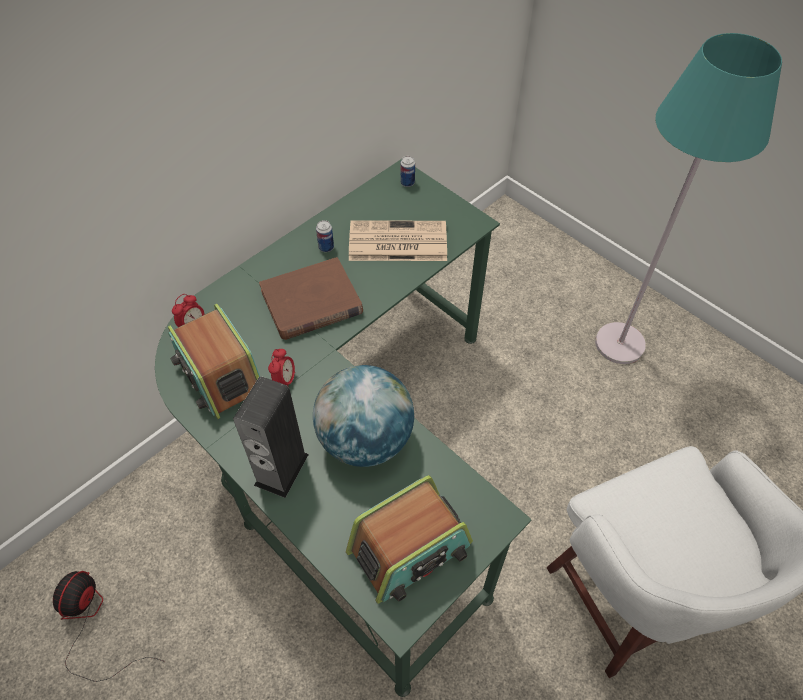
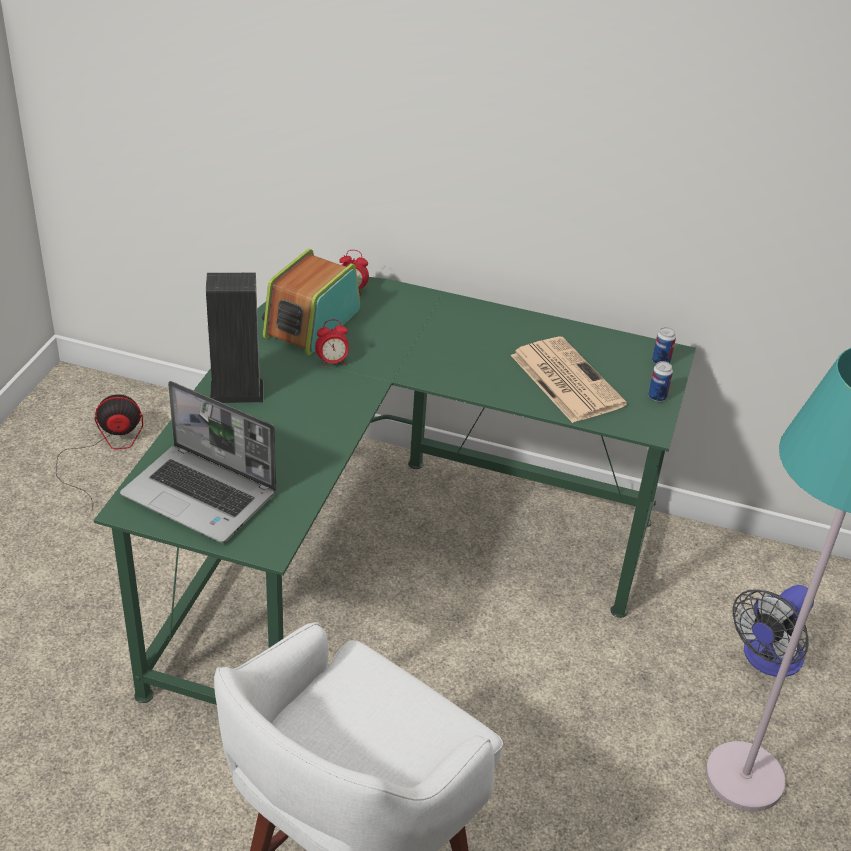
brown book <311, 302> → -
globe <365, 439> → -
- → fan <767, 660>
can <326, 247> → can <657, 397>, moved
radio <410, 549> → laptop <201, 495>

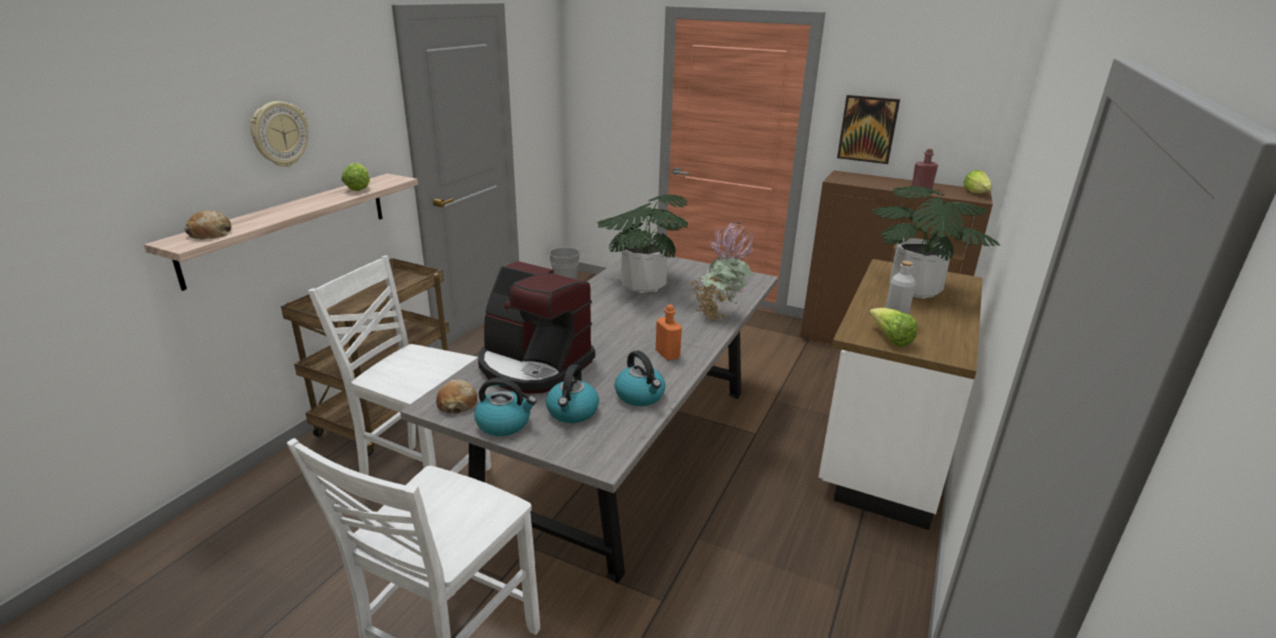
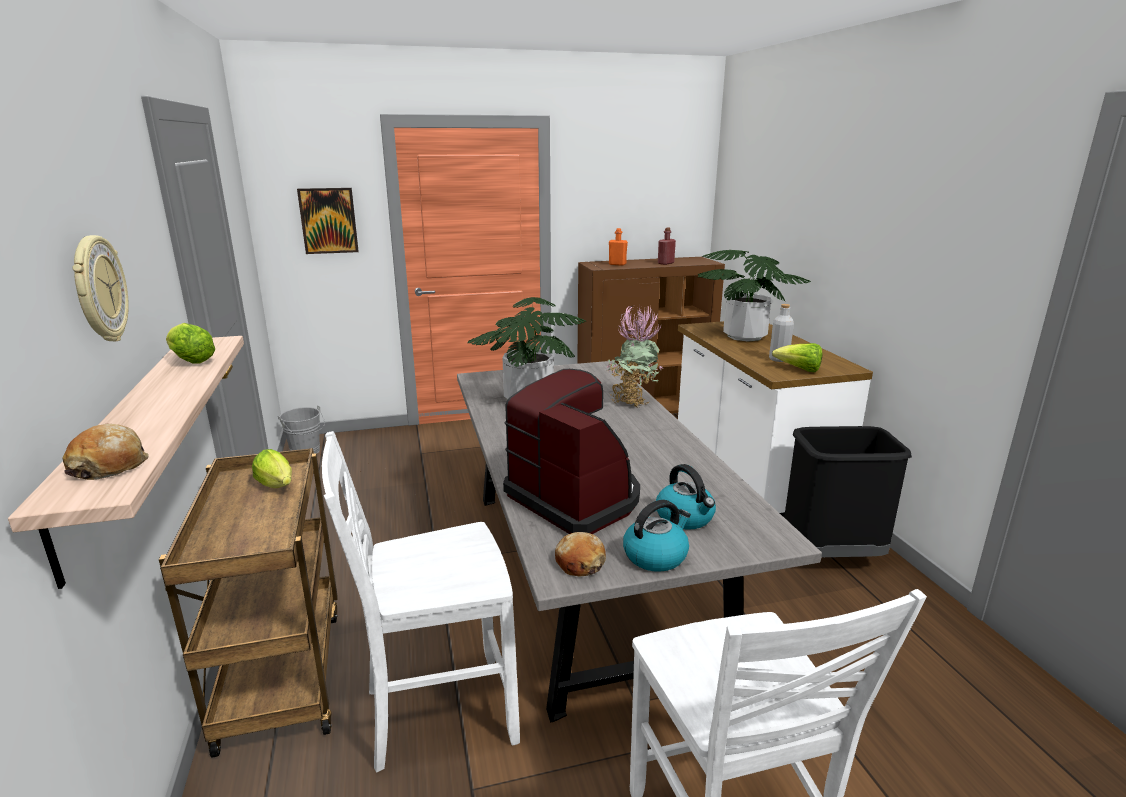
kettle <640, 396> → -
- → black trash can <831, 555>
orange bottle <667, 354> → orange bottle <617, 264>, moved
picture <867, 129> → picture <328, 220>, moved
lettuce <977, 194> → lettuce <277, 486>, moved
coffee machine <533, 365> → coffee machine <575, 498>, 120 degrees counterclockwise

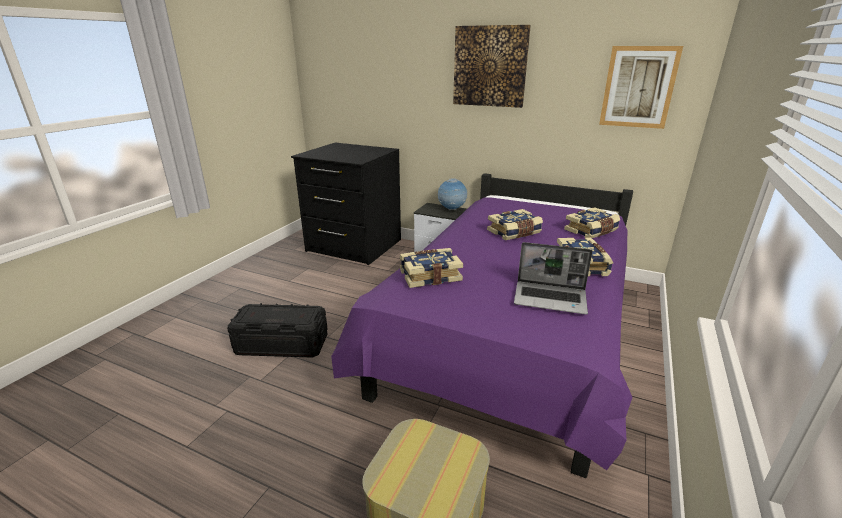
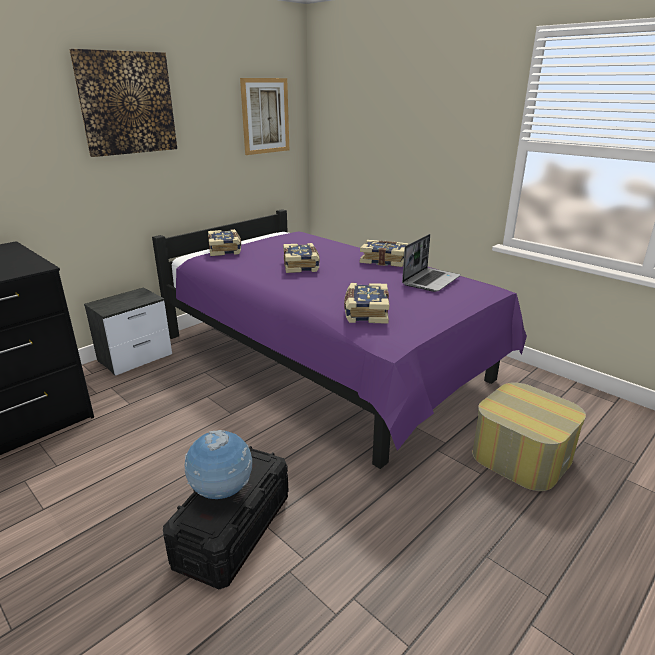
globe <452, 210> → globe <222, 492>, moved
book <591, 231> → book <225, 250>, moved

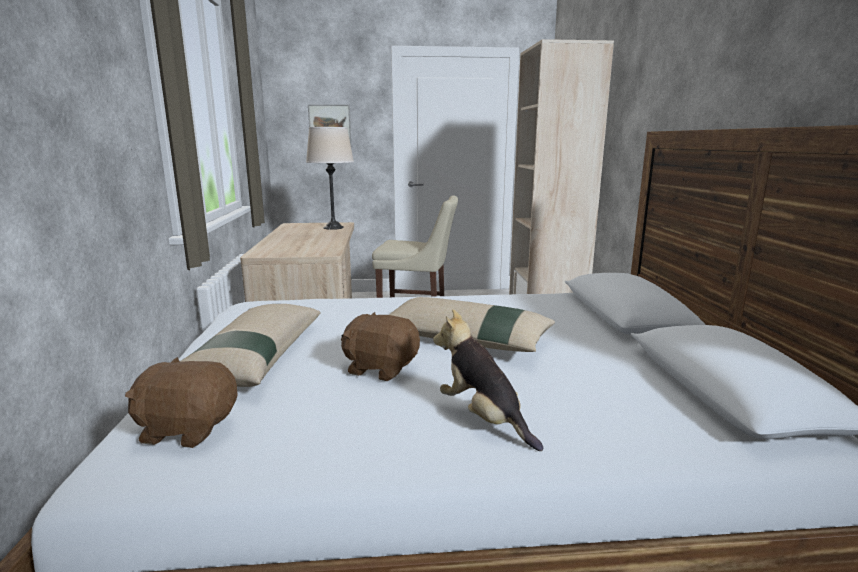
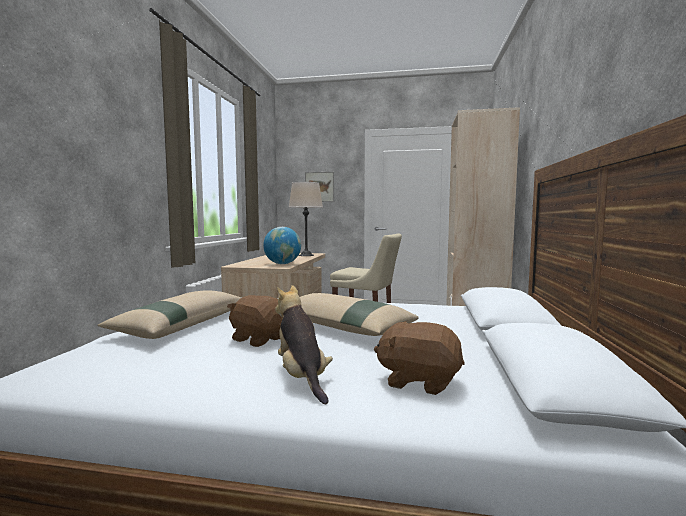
- → globe <282, 264>
brown plush toy <188, 429> → brown plush toy <419, 381>, moved

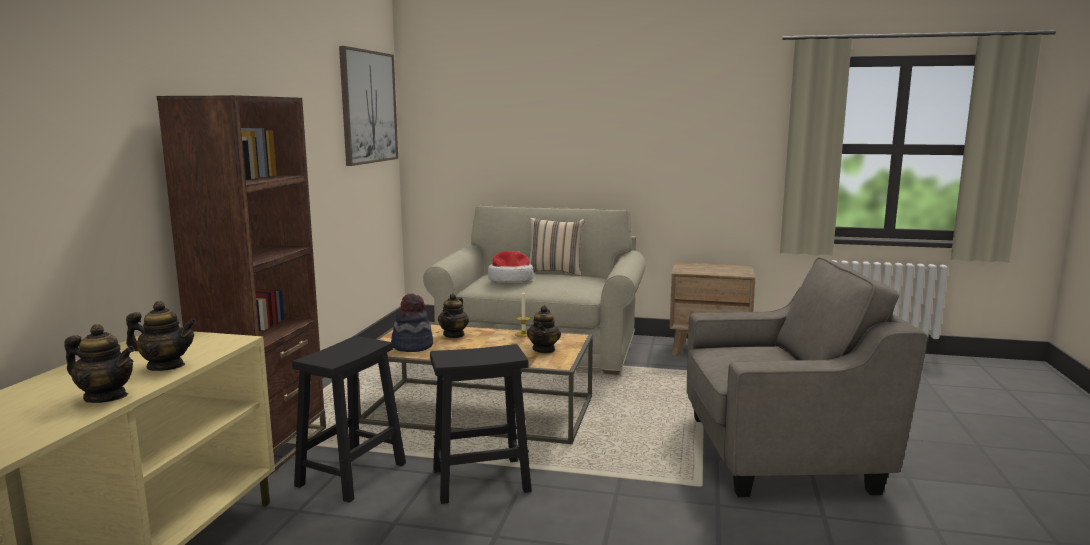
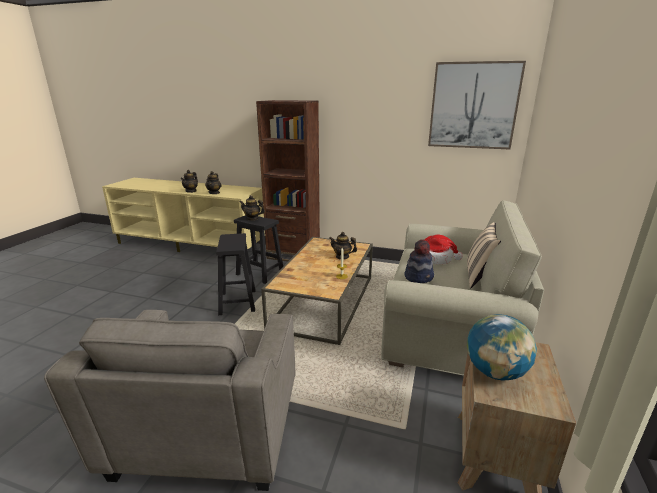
- → globe <495, 372>
hat <412, 346> → hat <419, 277>, moved
teapot <544, 349> → teapot <252, 218>, moved

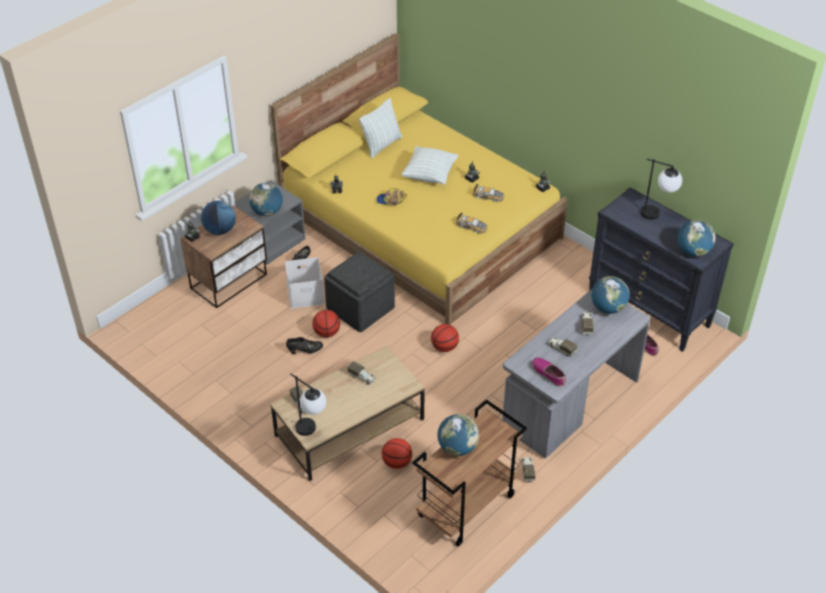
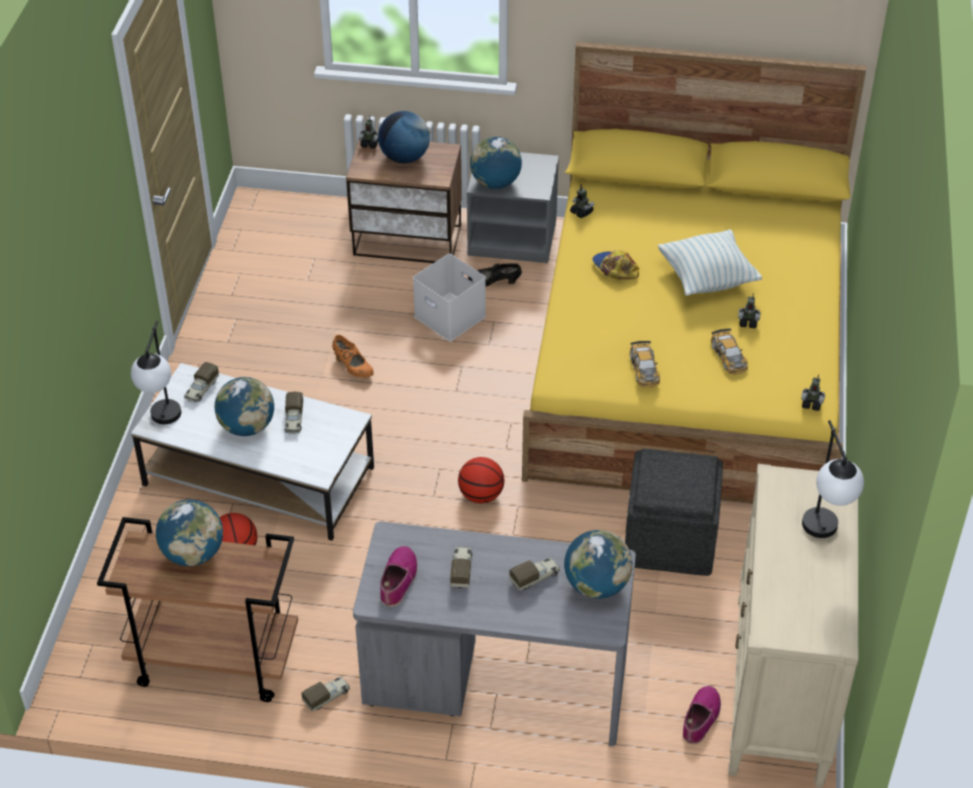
basketball <326, 333> → -
pillow <382, 145> → -
grey ottoman <360, 307> → grey ottoman <671, 539>, moved
globe <693, 251> → globe <247, 427>, moved
brown coffee table <349, 427> → white coffee table <259, 475>
black shoe <305, 351> → orange shoe <353, 367>
black dresser <649, 310> → beige dresser <779, 691>

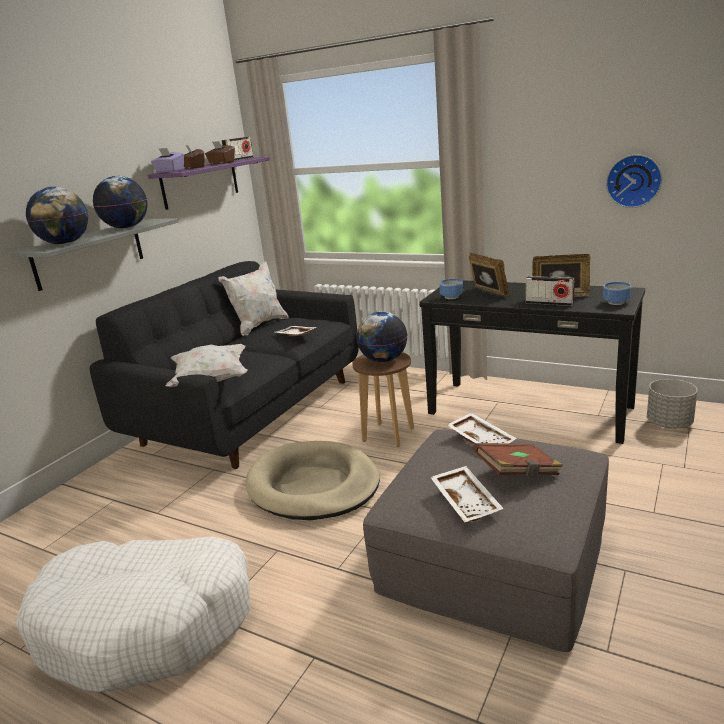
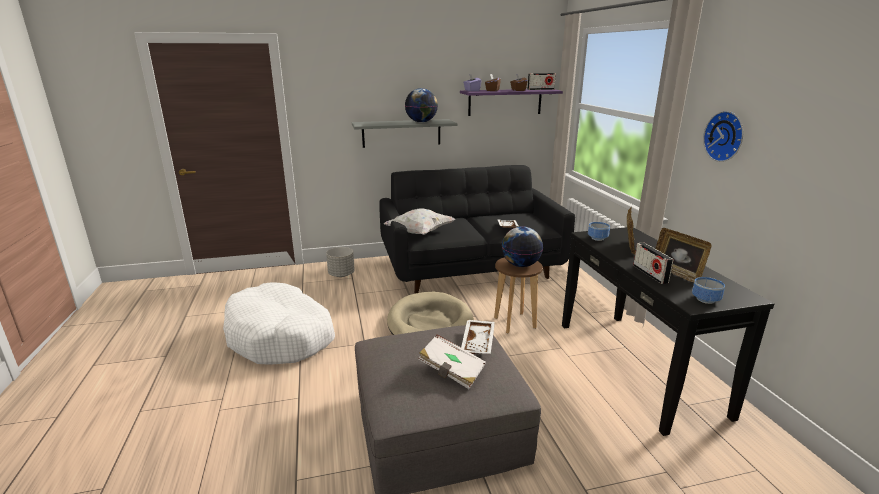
globe <65, 243> → -
white pillow <259, 325> → -
white tray <467, 501> → -
wall clock <634, 181> → wall clock <725, 136>, moved
grey planter <669, 423> → grey planter <341, 274>, moved
brown book <518, 473> → white book <451, 372>

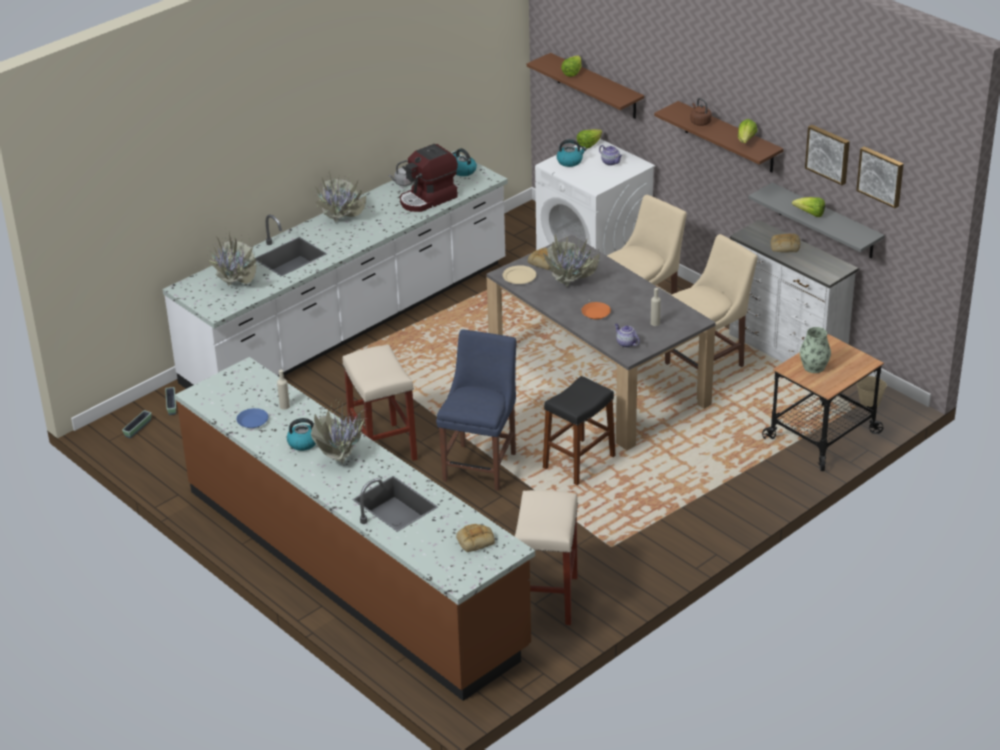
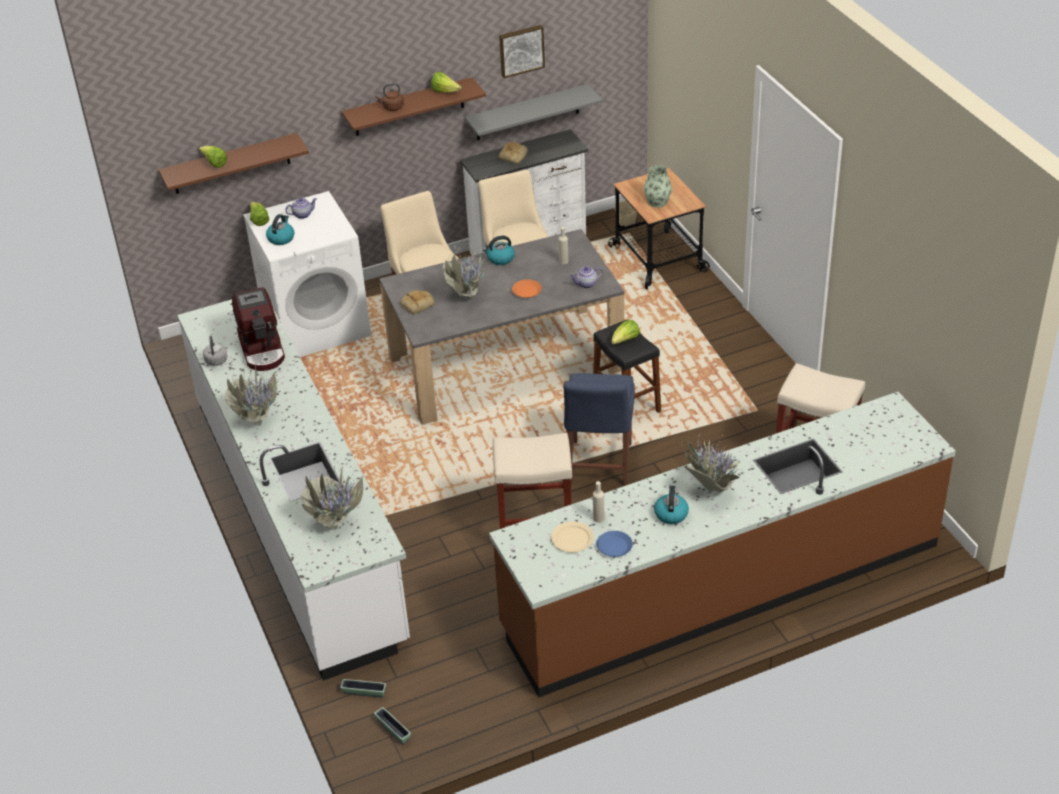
bread <475, 540> → -
picture <881, 176> → -
kettle <463, 171> → kettle <500, 259>, moved
beige plate <519, 276> → beige plate <572, 539>, moved
lettuce <810, 214> → lettuce <625, 341>, moved
blue chair <481, 464> → blue chair <599, 466>, 120 degrees counterclockwise

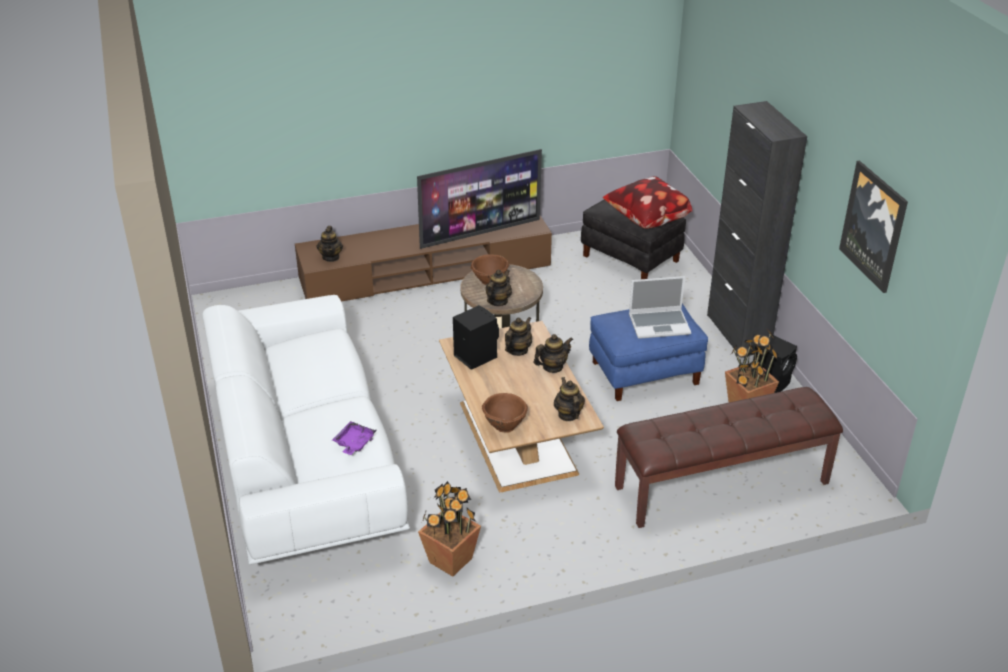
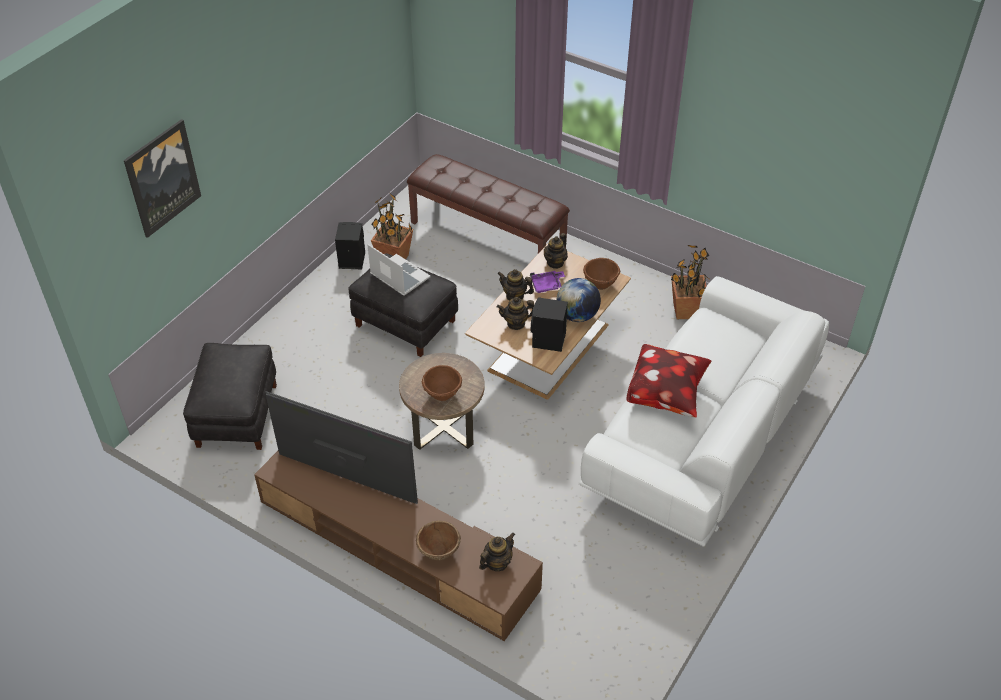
teapot <498, 301> → -
black cabinet <738, 333> → -
- → brown bowl <439, 552>
- → globe <577, 315>
purple tray <354, 443> → purple tray <547, 285>, moved
pillow <646, 221> → pillow <666, 395>, moved
picture <874, 226> → picture <162, 178>, moved
blue ottoman <645, 372> → black ottoman <405, 323>

